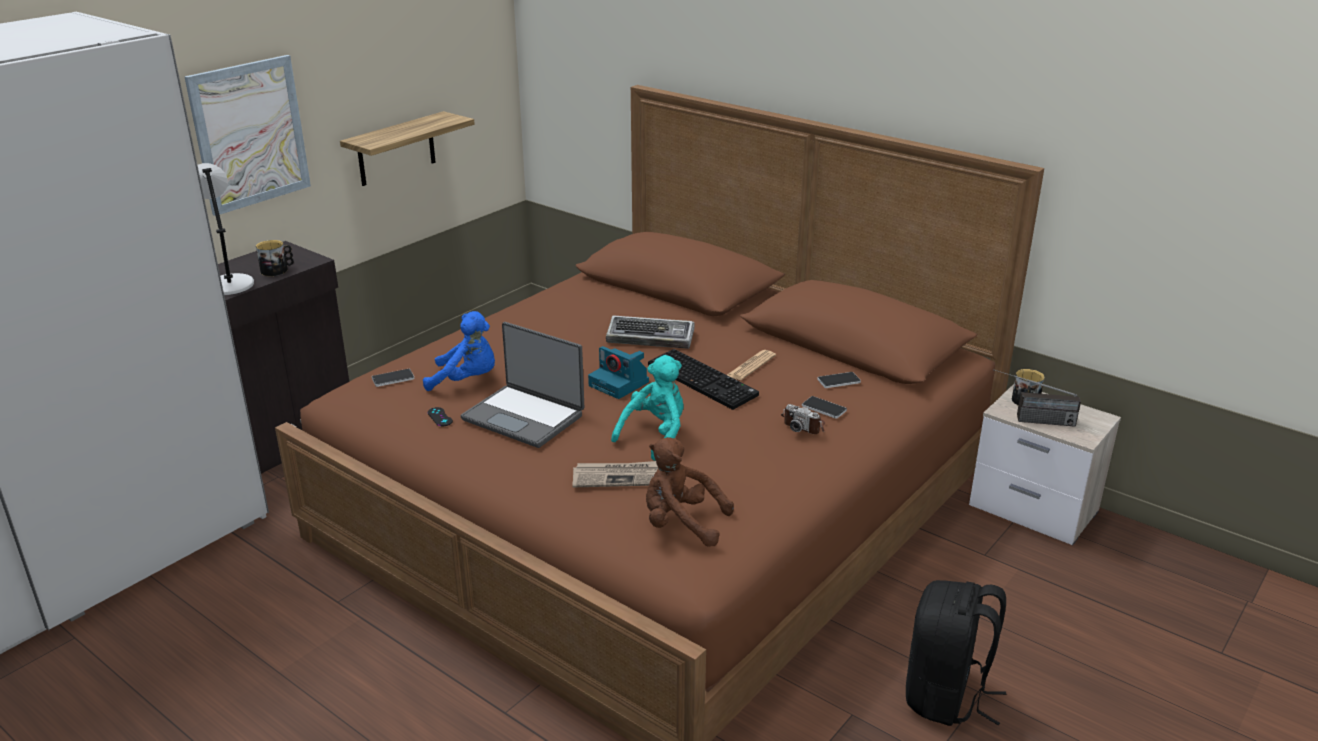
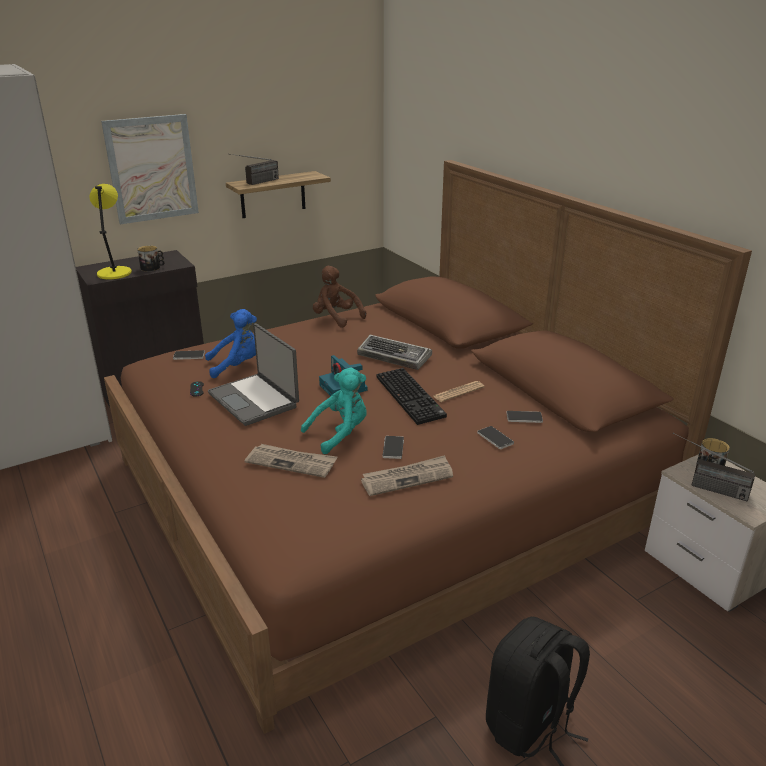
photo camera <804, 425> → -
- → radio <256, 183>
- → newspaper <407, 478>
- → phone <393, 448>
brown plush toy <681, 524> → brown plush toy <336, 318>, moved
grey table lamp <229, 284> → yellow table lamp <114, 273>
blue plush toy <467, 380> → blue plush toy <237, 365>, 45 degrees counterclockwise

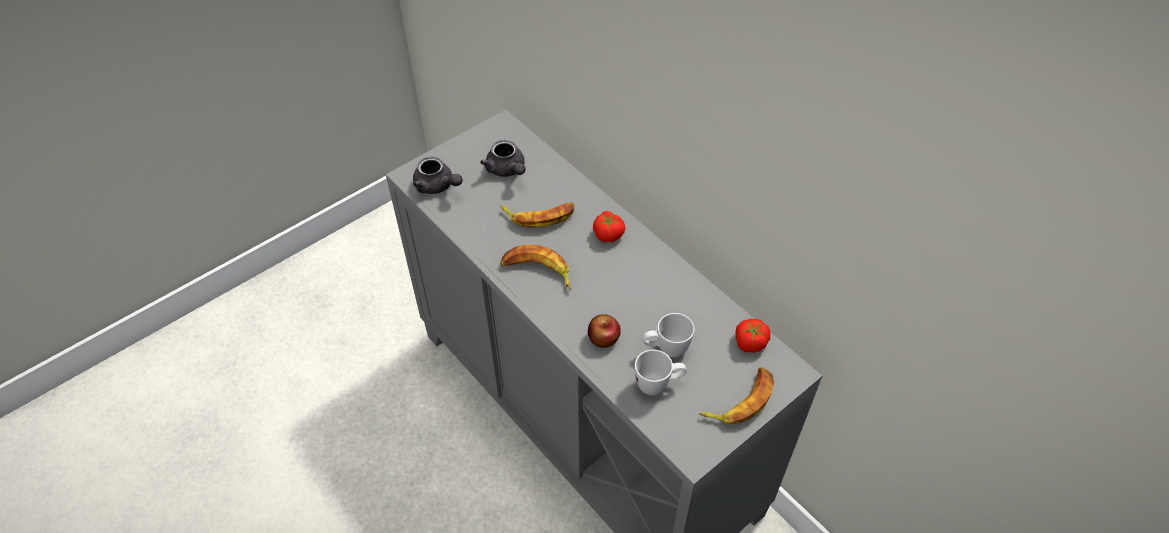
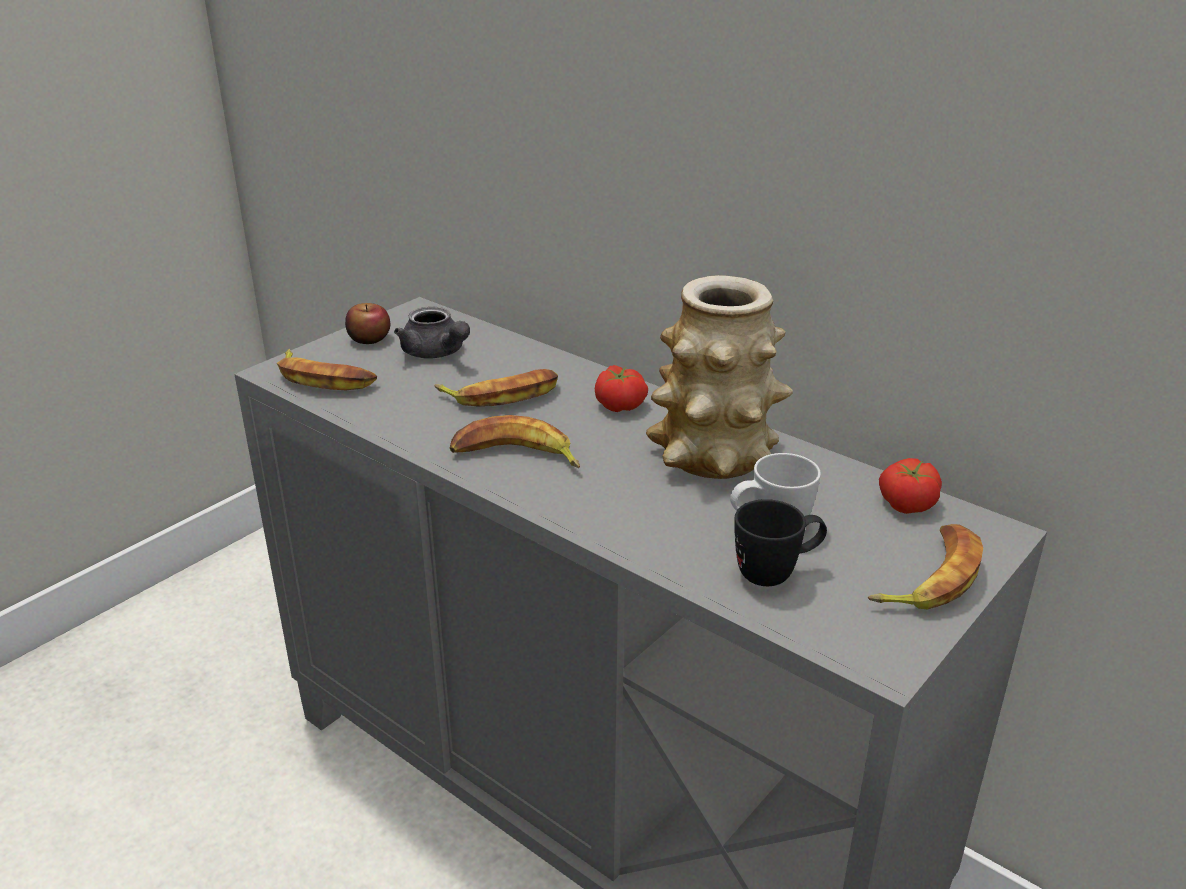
- → vase <714, 456>
apple <603, 338> → apple <369, 339>, moved
grey teapot <437, 186> → banana <324, 379>
white mug <658, 384> → black mug <776, 573>

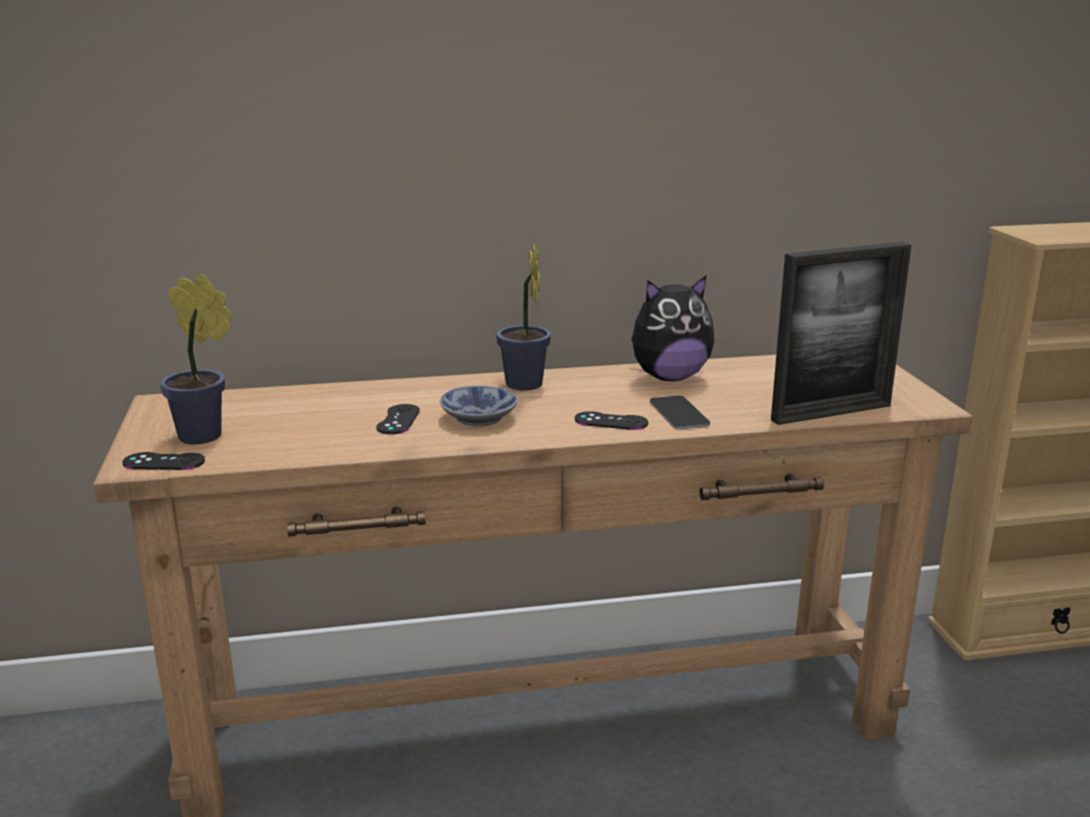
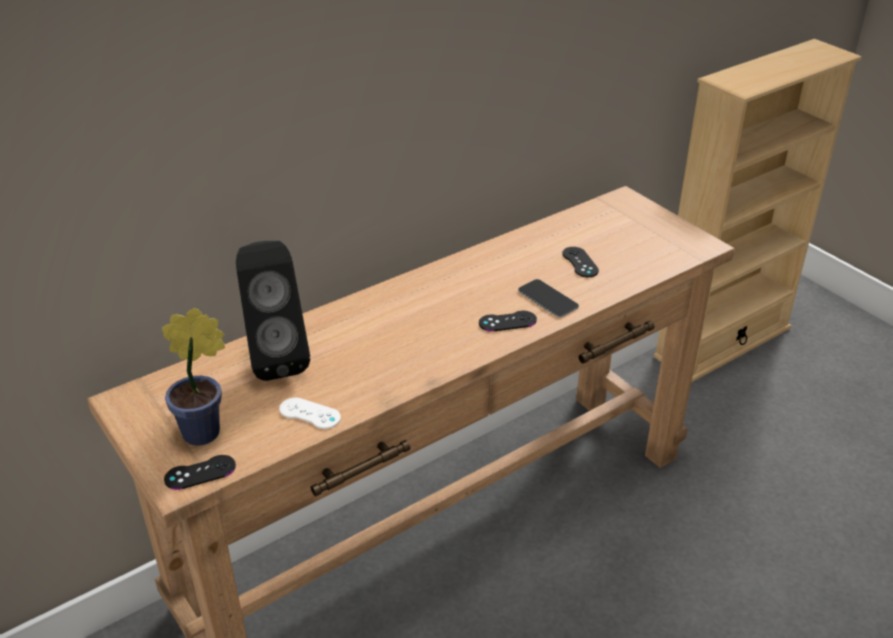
bowl <476, 417> → -
potted plant <524, 386> → -
plush toy <669, 377> → -
picture frame <831, 413> → -
- → black speaker <276, 358>
- → white game controller <310, 413>
black game controller <398, 419> → black game controller <580, 262>, moved

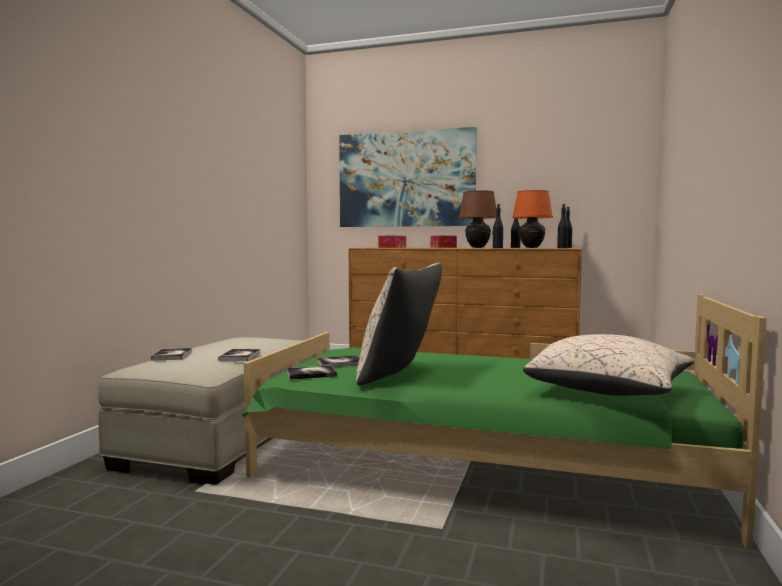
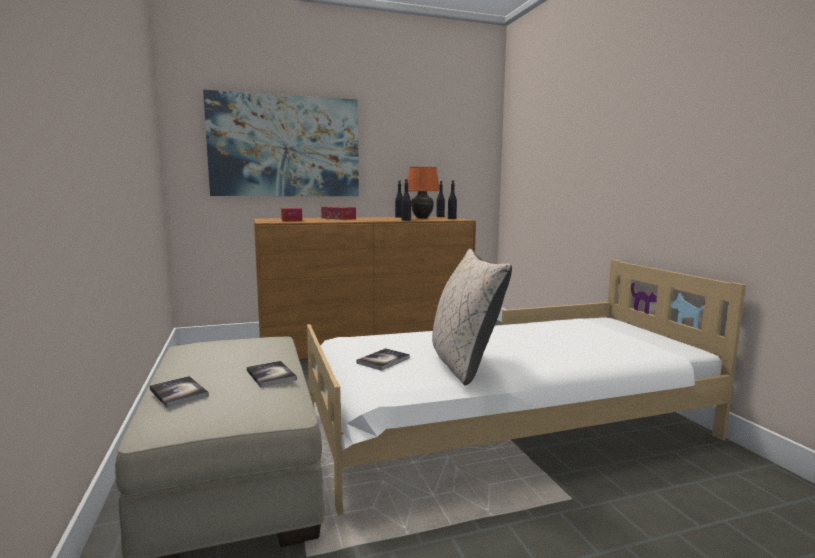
book <311, 374> → -
brown table lamp <477, 247> → -
beige pillow <609, 392> → -
green bed <479, 467> → white bed <507, 428>

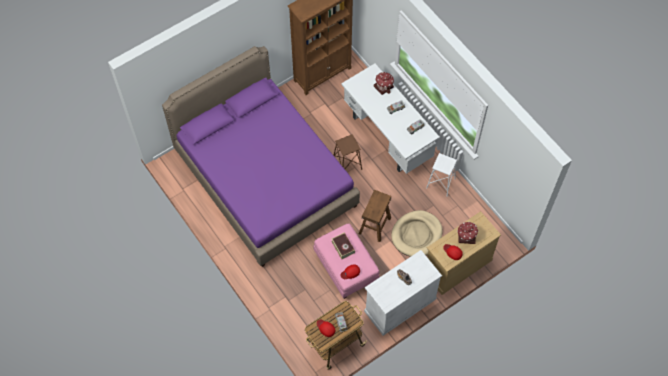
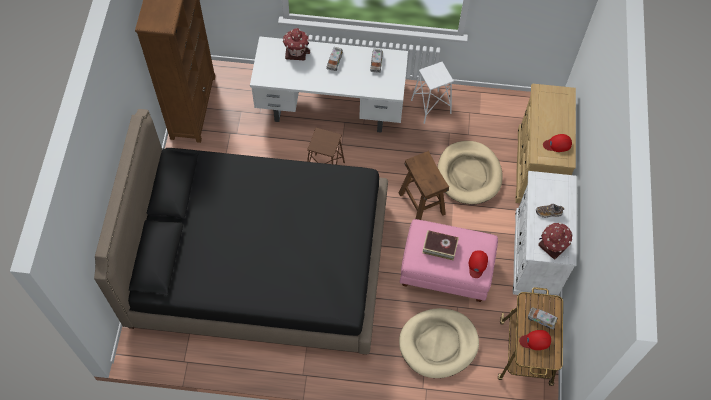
- → beige dog bed <438, 344>
toy house <466, 236> → toy house <553, 245>, moved
purple bed <265, 178> → black bed <260, 263>

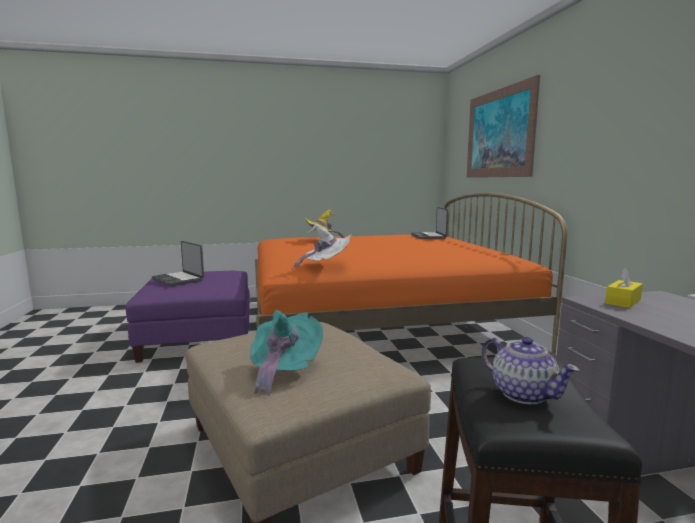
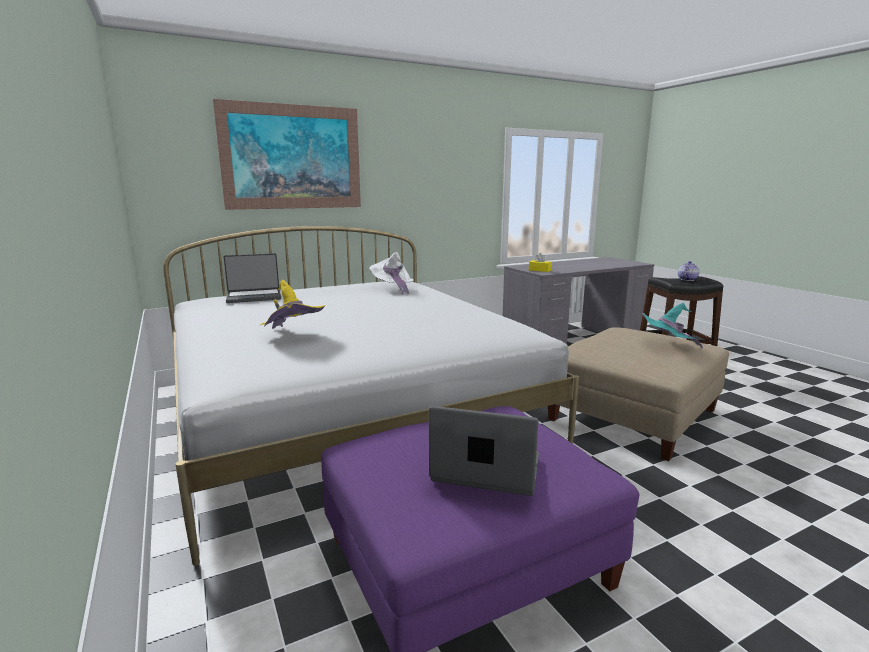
white hat <326, 266> → white hat <392, 289>, moved
orange bed <378, 324> → white bed <349, 413>
laptop <179, 279> → laptop <485, 471>, 105 degrees counterclockwise

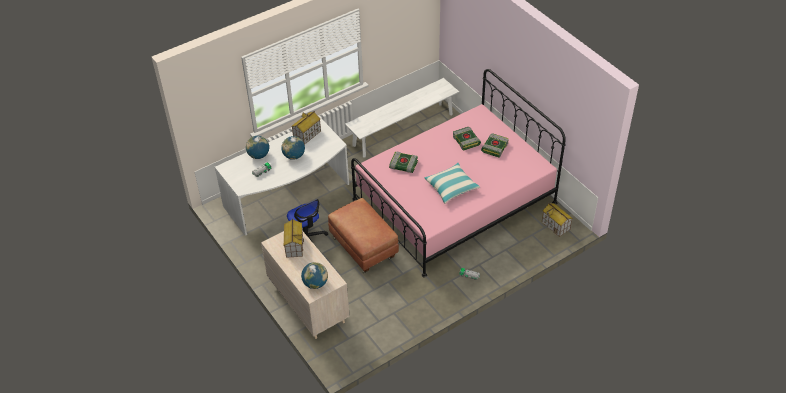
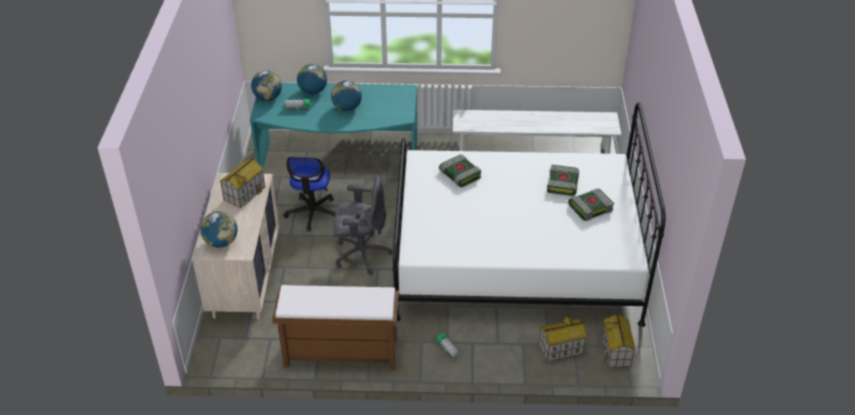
pillow <451, 187> → -
- → globe <268, 98>
- → brown bench <339, 353>
toy house <307, 135> → toy house <560, 349>, moved
brown ottoman <364, 248> → grey office chair <361, 254>
white desk <288, 197> → turquoise desk <339, 163>
pink bed <454, 201> → white bed <515, 257>

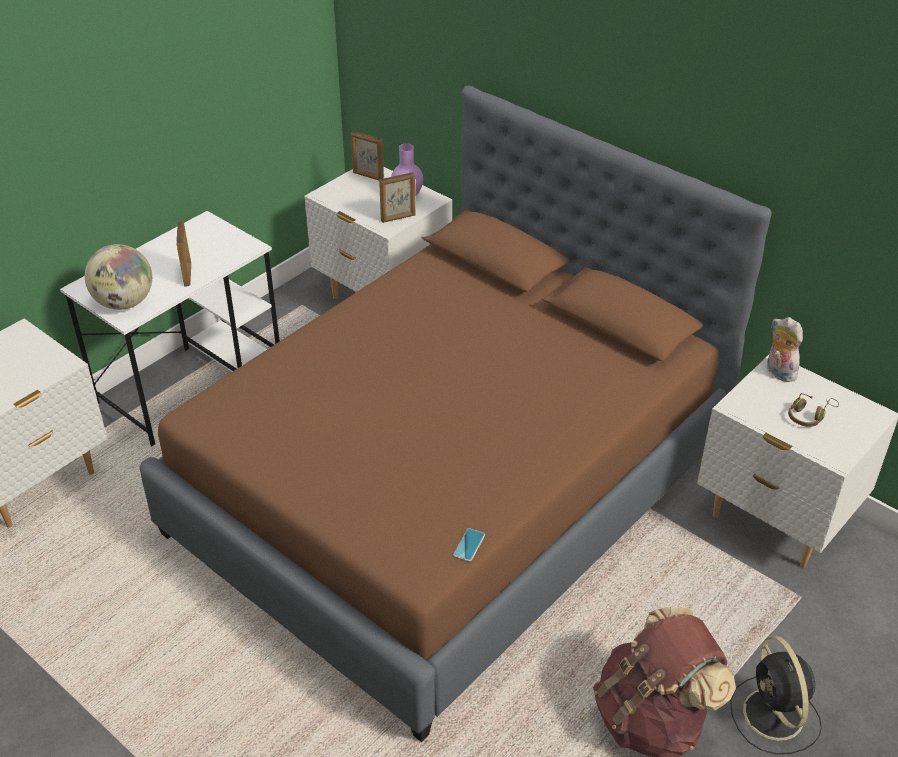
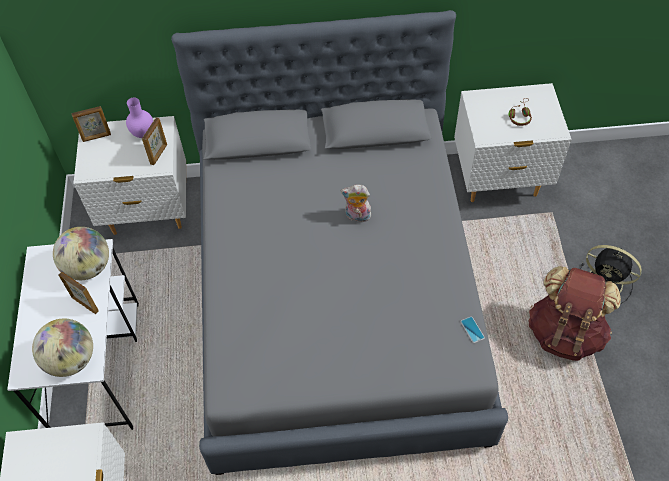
- → globe <88, 267>
plush toy <778, 372> → plush toy <357, 216>, moved
brown bed <450, 490> → grey bed <337, 299>

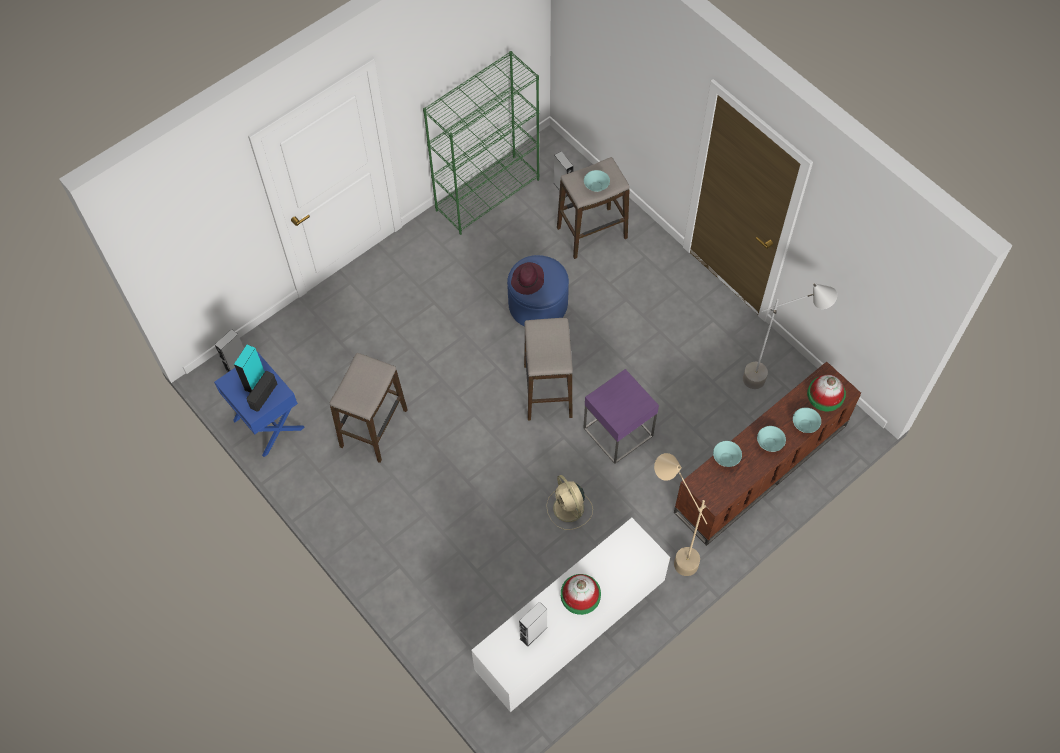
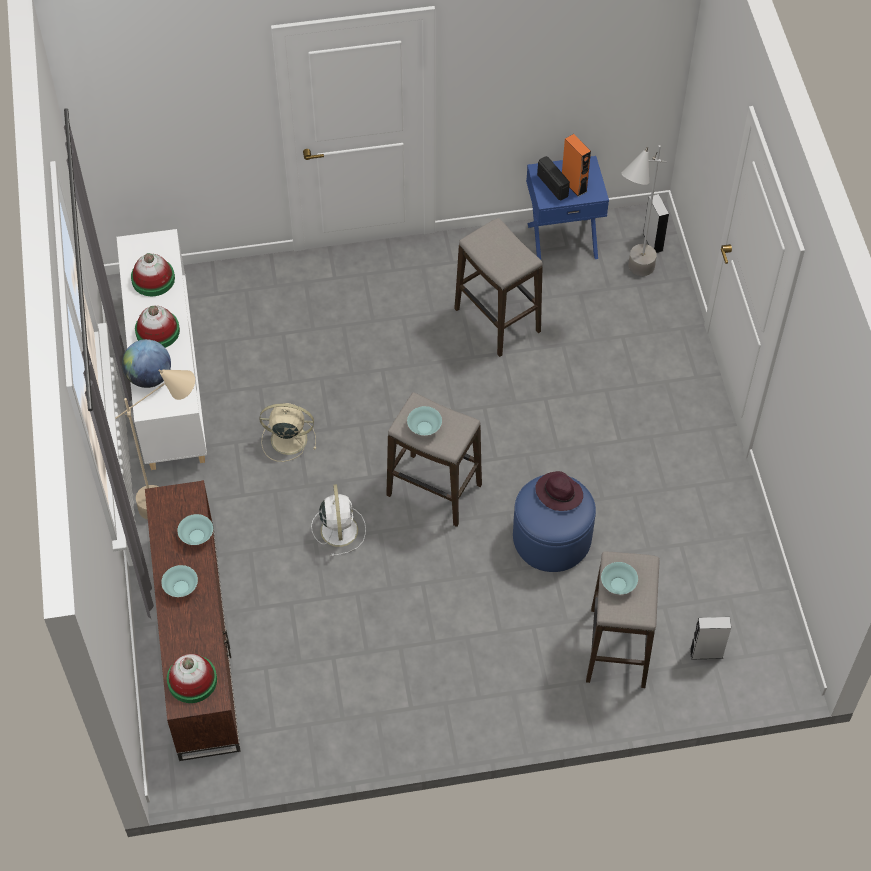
green bookcase <488, 194> → -
- → globe <149, 377>
grey floor lamp <773, 378> → grey floor lamp <631, 281>, moved
turquoise bowl <804, 425> → turquoise bowl <424, 427>, moved
grey speaker <533, 633> → hat <153, 279>
purple side table <618, 432> → white fan <339, 529>
turquoise speaker <255, 381> → orange speaker <574, 185>

